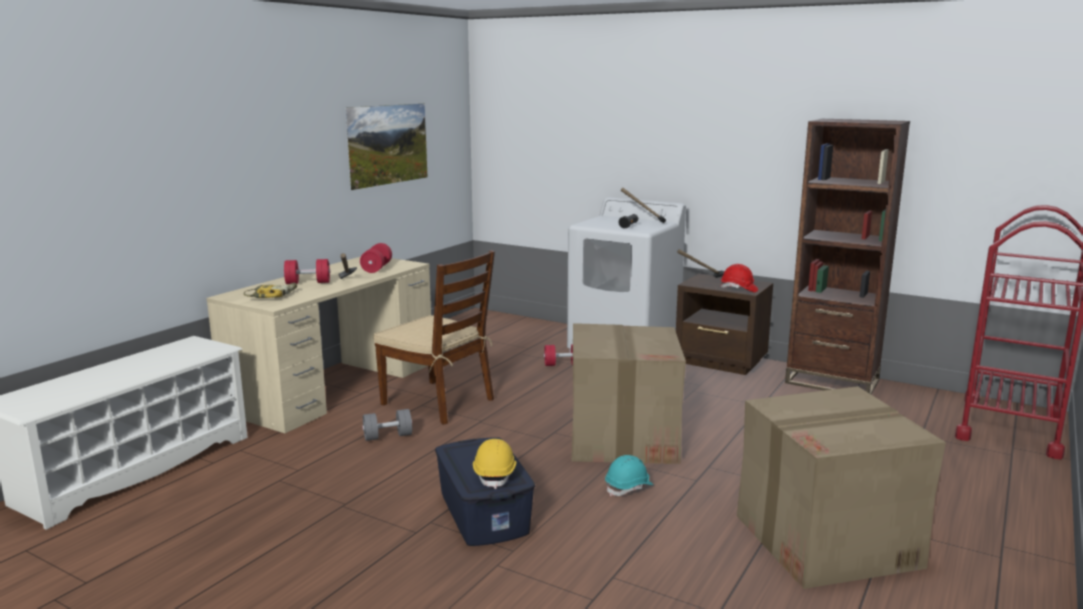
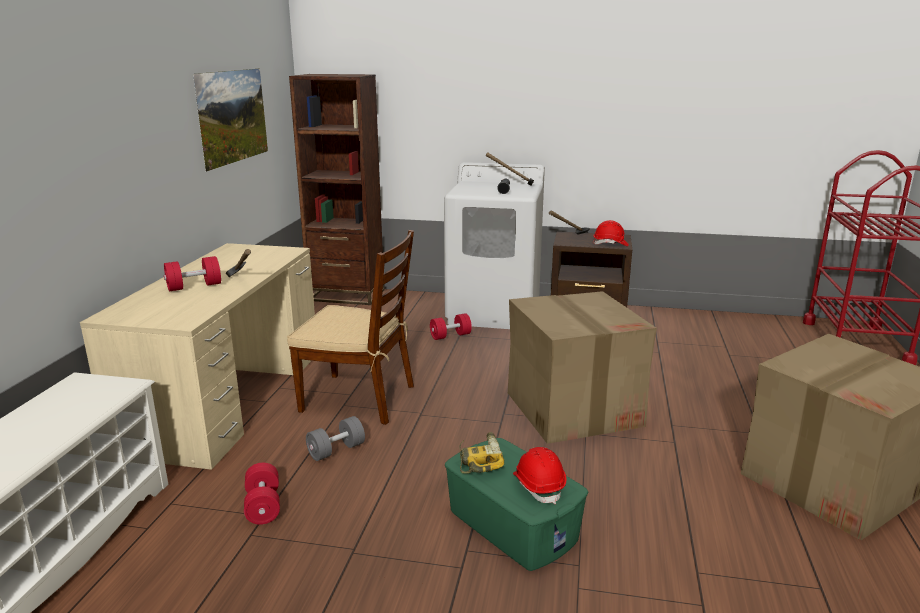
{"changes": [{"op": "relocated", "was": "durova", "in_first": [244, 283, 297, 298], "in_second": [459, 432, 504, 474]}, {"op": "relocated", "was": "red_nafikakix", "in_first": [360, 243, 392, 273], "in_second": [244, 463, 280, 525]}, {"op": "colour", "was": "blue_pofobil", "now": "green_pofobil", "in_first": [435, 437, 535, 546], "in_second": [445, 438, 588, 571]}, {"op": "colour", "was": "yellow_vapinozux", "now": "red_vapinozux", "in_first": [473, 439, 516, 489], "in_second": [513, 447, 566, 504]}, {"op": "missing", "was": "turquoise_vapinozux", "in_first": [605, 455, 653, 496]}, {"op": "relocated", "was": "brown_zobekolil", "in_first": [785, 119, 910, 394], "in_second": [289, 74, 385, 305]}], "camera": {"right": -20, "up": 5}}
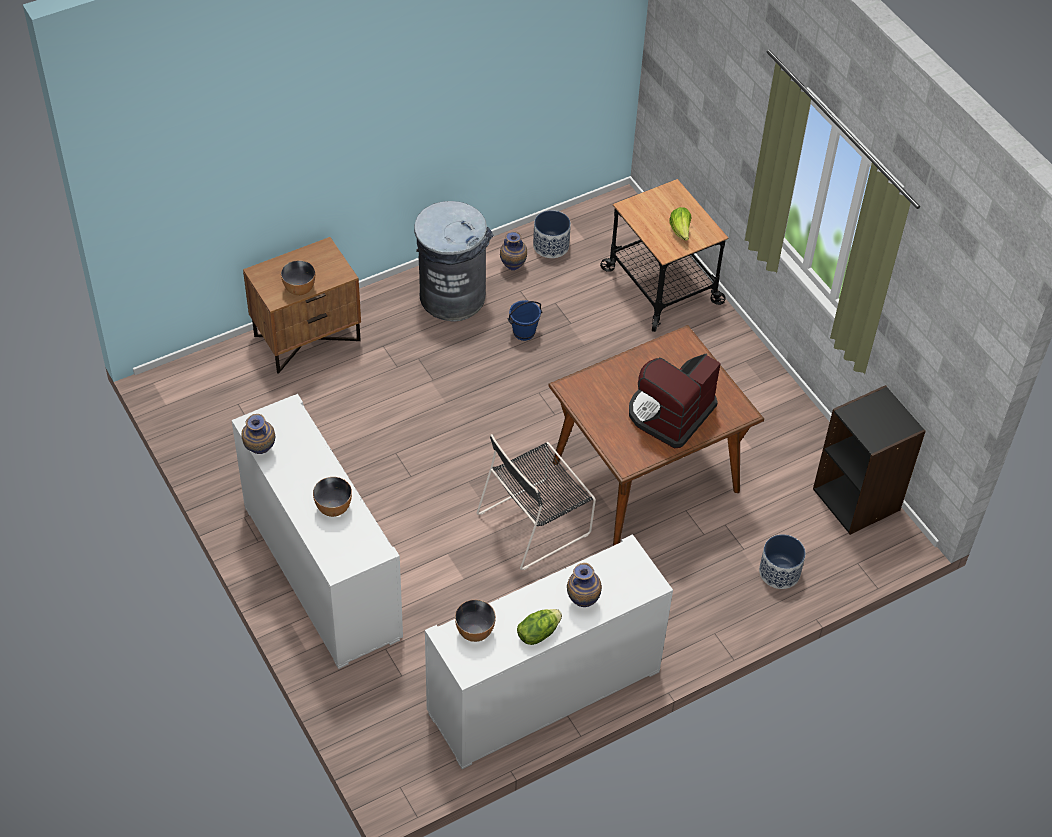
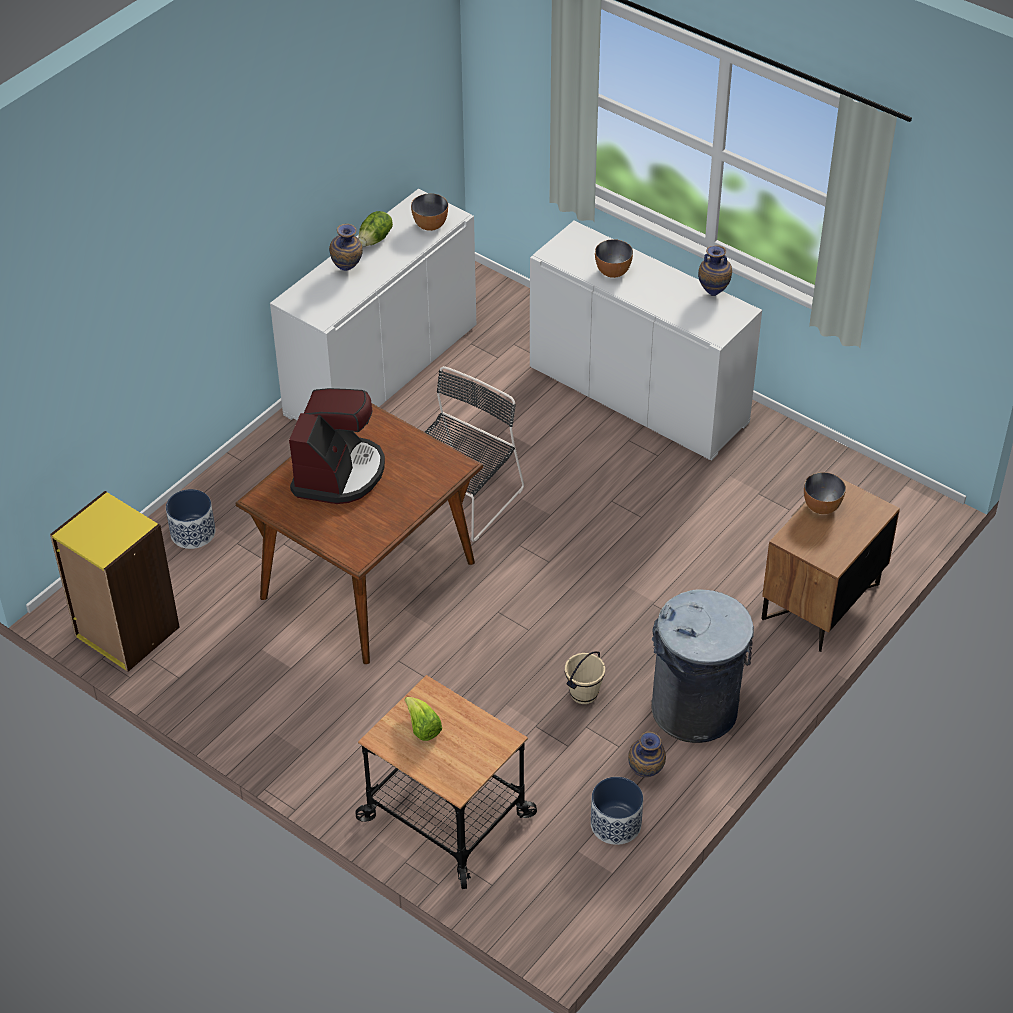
{"changes": [{"op": "colour", "was": "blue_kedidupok", "now": "beige_kedidupok", "in_first": [507, 300, 542, 341], "in_second": [565, 651, 605, 704]}, {"op": "colour", "was": "black_zobekolil", "now": "yellow_zobekolil", "in_first": [813, 385, 926, 535], "in_second": [50, 491, 179, 672]}], "camera": {"right": 160, "up": -5}}
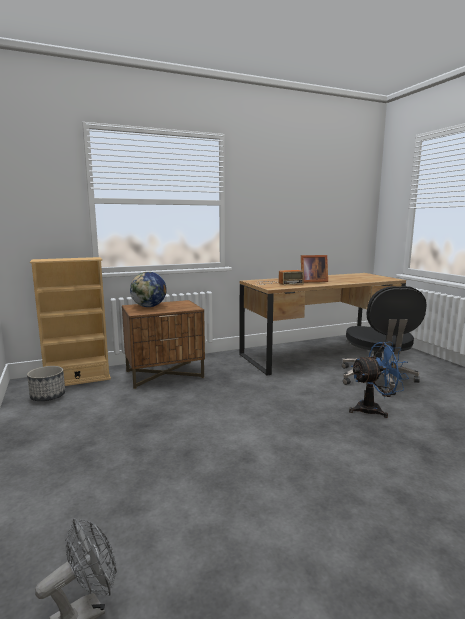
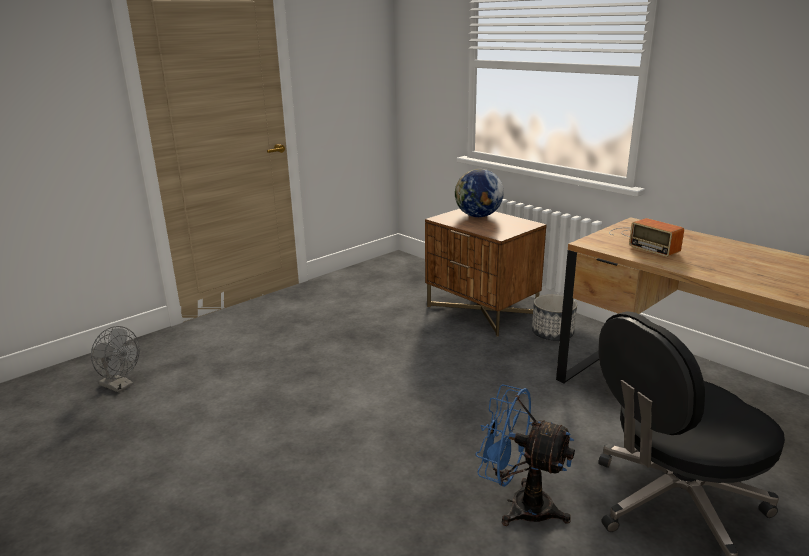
{"changes": [{"op": "relocated", "was": "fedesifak", "in_first": [27, 366, 65, 401], "in_second": [532, 294, 577, 341]}, {"op": "missing", "was": "beige_zobekolil", "in_first": [30, 257, 111, 386]}, {"op": "missing", "was": "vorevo", "in_first": [301, 255, 328, 282]}, {"op": "spun", "was": "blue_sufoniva", "in_first": [349, 342, 409, 418], "in_second": [475, 384, 575, 526], "clockwise": 150}], "camera": {"right": 70, "up": 10}}
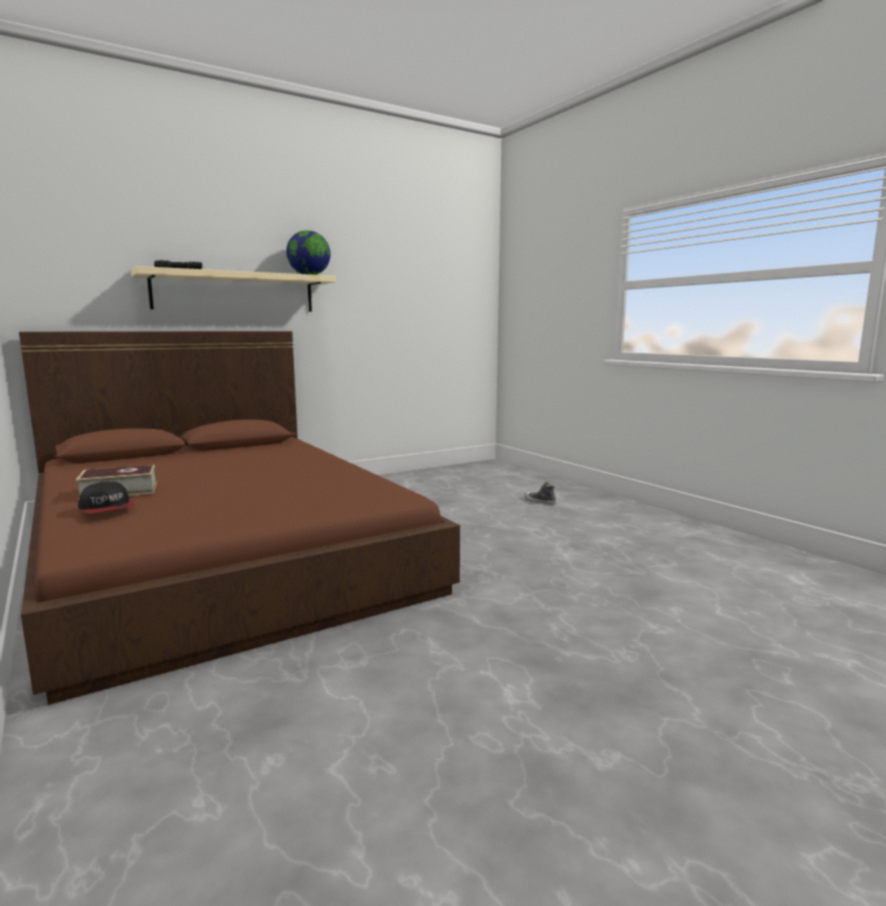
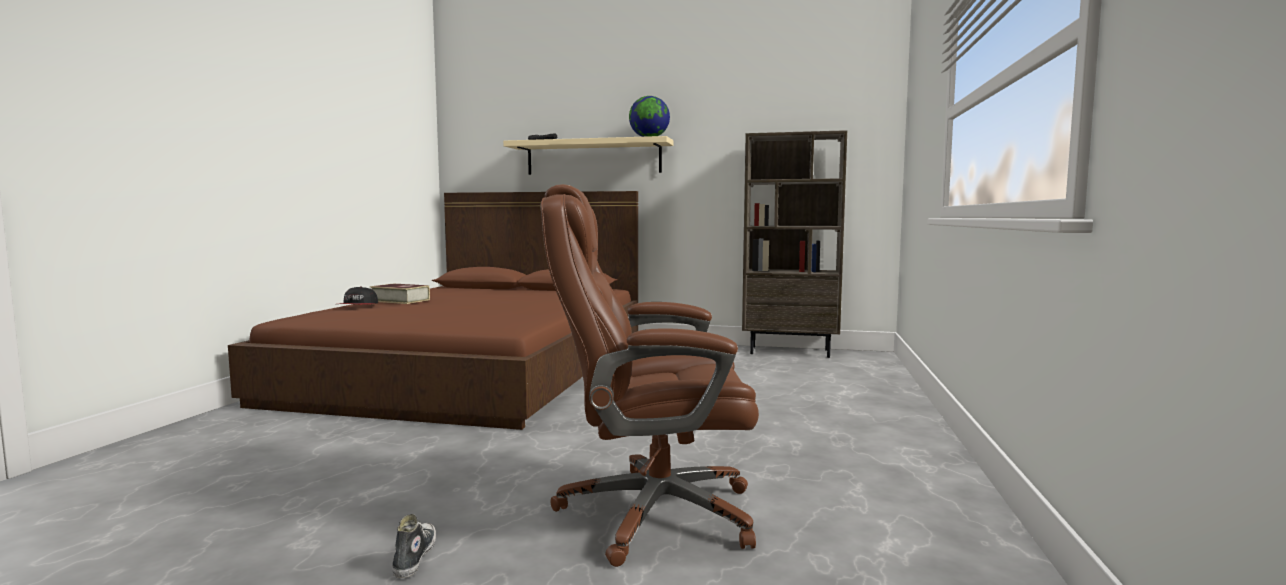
{"changes": [{"op": "relocated", "was": "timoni", "in_first": [524, 482, 556, 504], "in_second": [392, 514, 436, 578]}, {"op": "appeared", "now": "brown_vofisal", "in_second": [541, 184, 759, 567]}, {"op": "appeared", "now": "brown_zobekolil", "in_second": [742, 130, 847, 358]}], "camera": {"right": 45, "up": -5}}
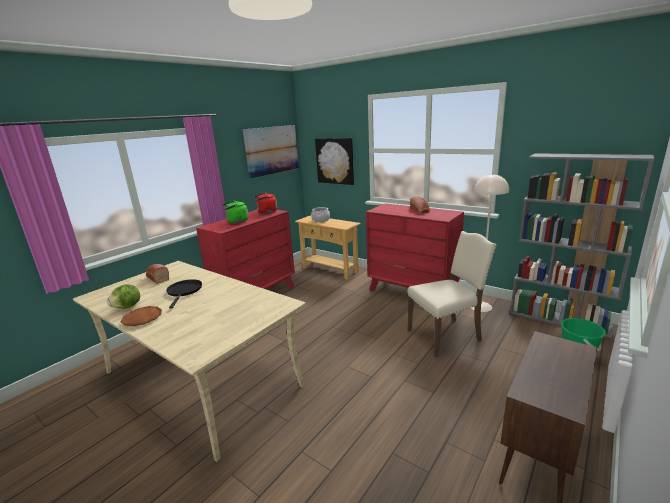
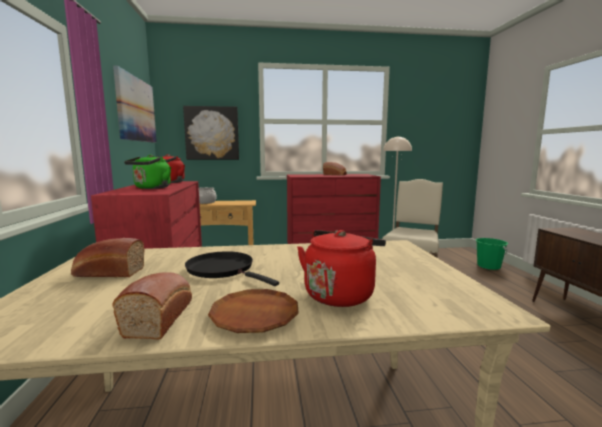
{"changes": [{"op": "exchanged", "was": "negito", "now": "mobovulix", "in_first": [107, 284, 140, 309], "in_second": [113, 272, 192, 340]}, {"op": "missing", "was": "grey_zobekolil", "in_first": [510, 153, 654, 339]}, {"op": "appeared", "now": "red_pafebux", "in_second": [297, 230, 386, 307]}], "camera": {"right": -45, "up": -10}}
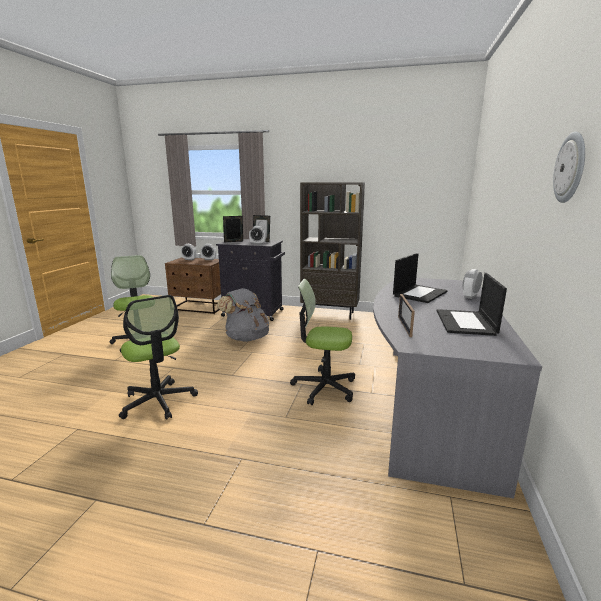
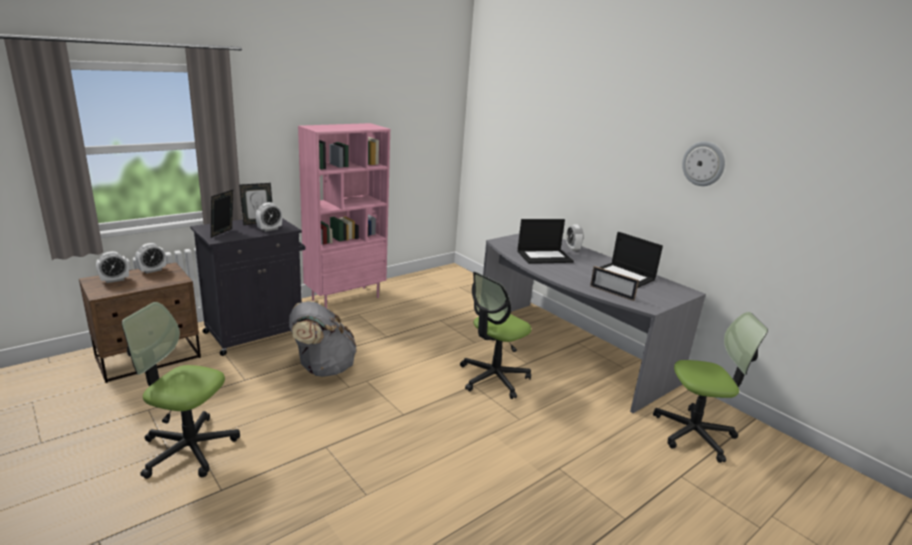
{"changes": [{"op": "relocated", "was": "vofisal", "in_first": [119, 295, 198, 420], "in_second": [653, 312, 768, 463]}, {"op": "colour", "was": "brown_zobekolil", "now": "pink_zobekolil", "in_first": [300, 182, 365, 320], "in_second": [298, 123, 390, 308]}, {"op": "spun", "was": "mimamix", "in_first": [393, 253, 448, 303], "in_second": [518, 219, 574, 264], "clockwise": 90}], "camera": {"right": -55, "up": 5}}
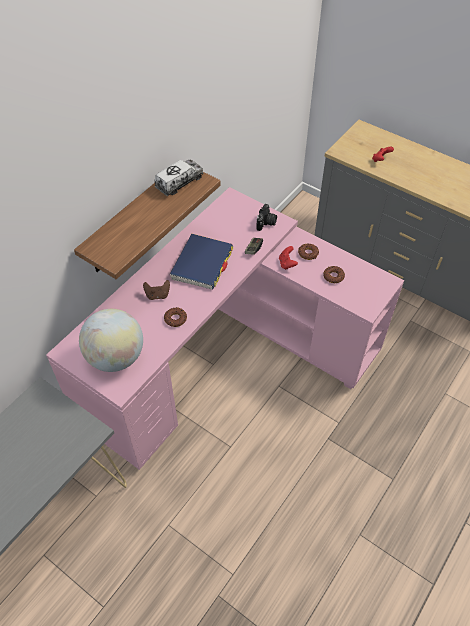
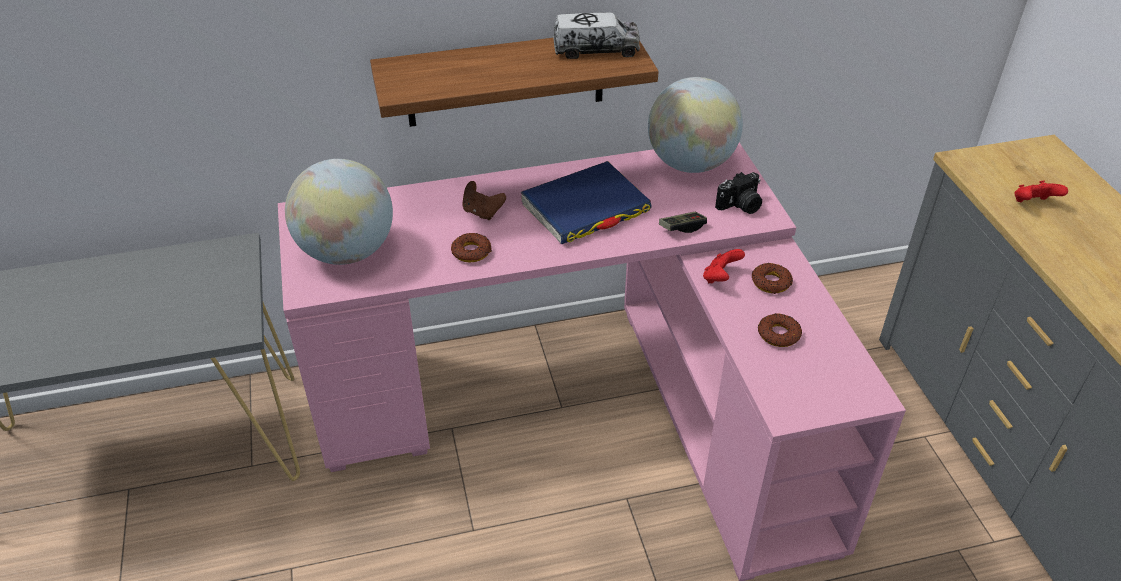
{"changes": [{"op": "appeared", "now": "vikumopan", "in_second": [648, 77, 743, 173]}], "camera": {"right": 40, "up": -10}}
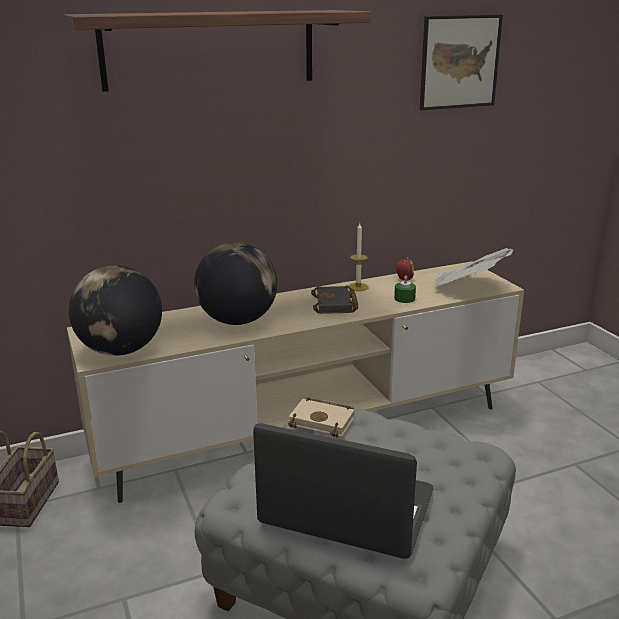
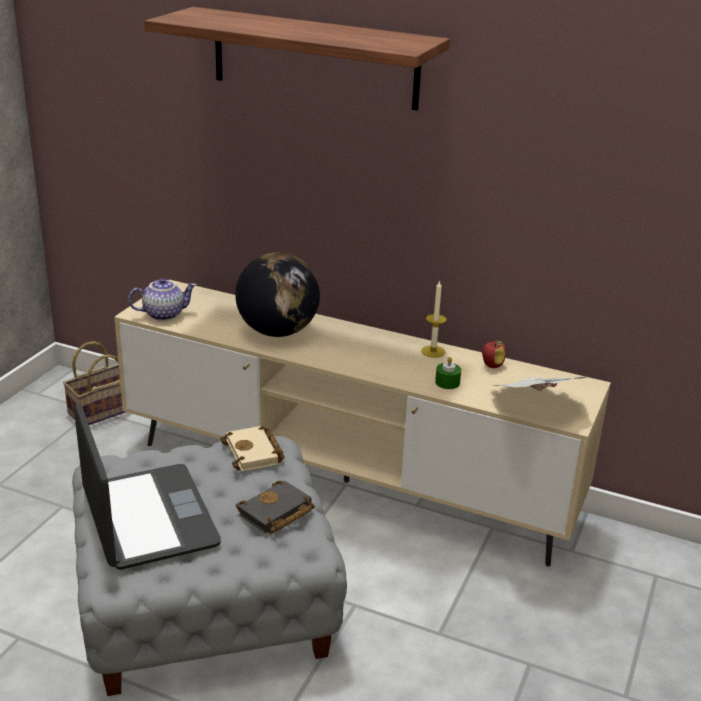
{"changes": [{"op": "exchanged", "was": "vikumopan", "now": "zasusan", "in_first": [69, 265, 162, 356], "in_second": [128, 278, 197, 321]}, {"op": "relocated", "was": "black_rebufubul", "in_first": [311, 285, 359, 314], "in_second": [236, 480, 315, 534]}, {"op": "missing", "was": "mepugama", "in_first": [420, 15, 503, 110]}], "camera": {"right": 45, "up": 5}}
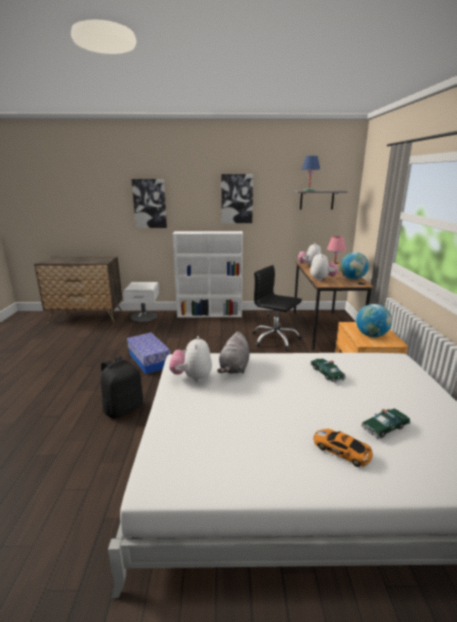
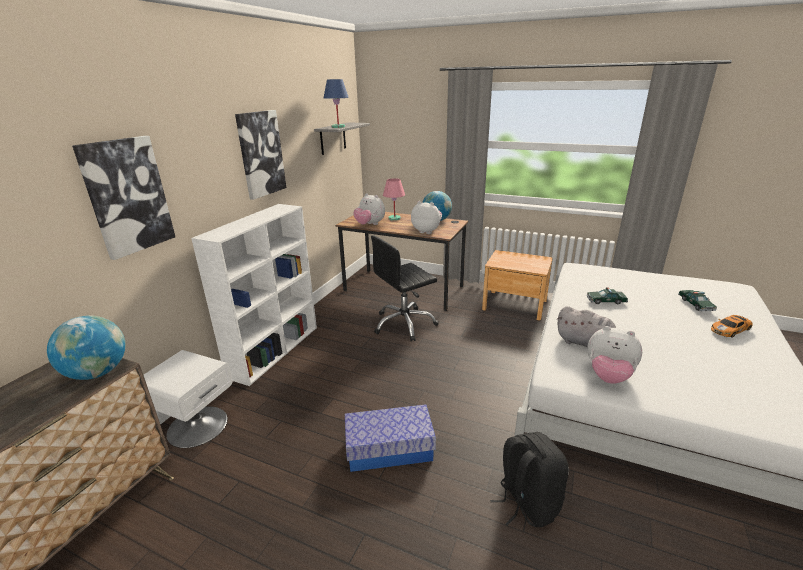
{"changes": [{"op": "relocated", "was": "vikumopan", "in_first": [356, 304, 392, 337], "in_second": [47, 315, 126, 380]}], "camera": {"right": -65, "up": 5}}
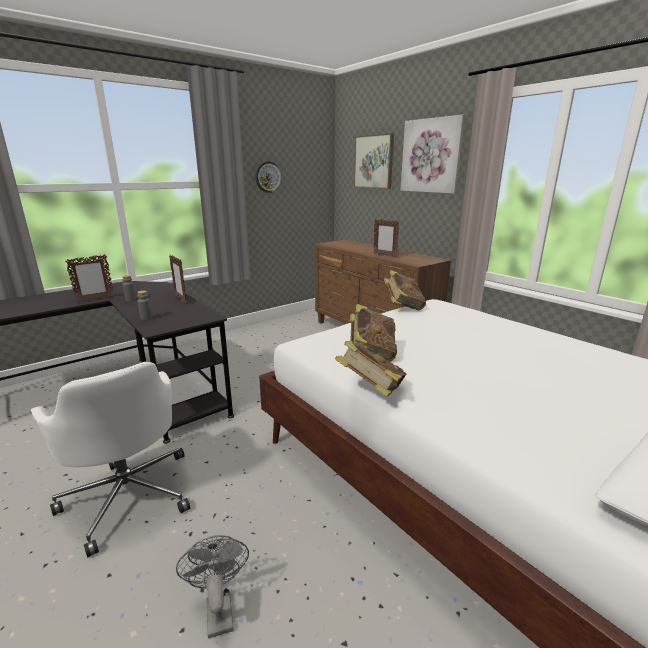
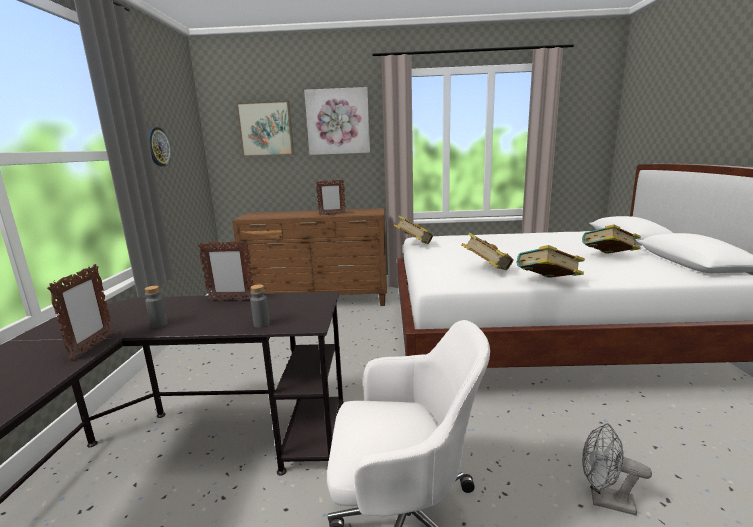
{"changes": [{"op": "appeared", "now": "rebufubul", "in_second": [582, 224, 641, 254]}], "camera": {"right": -50, "up": -5}}
